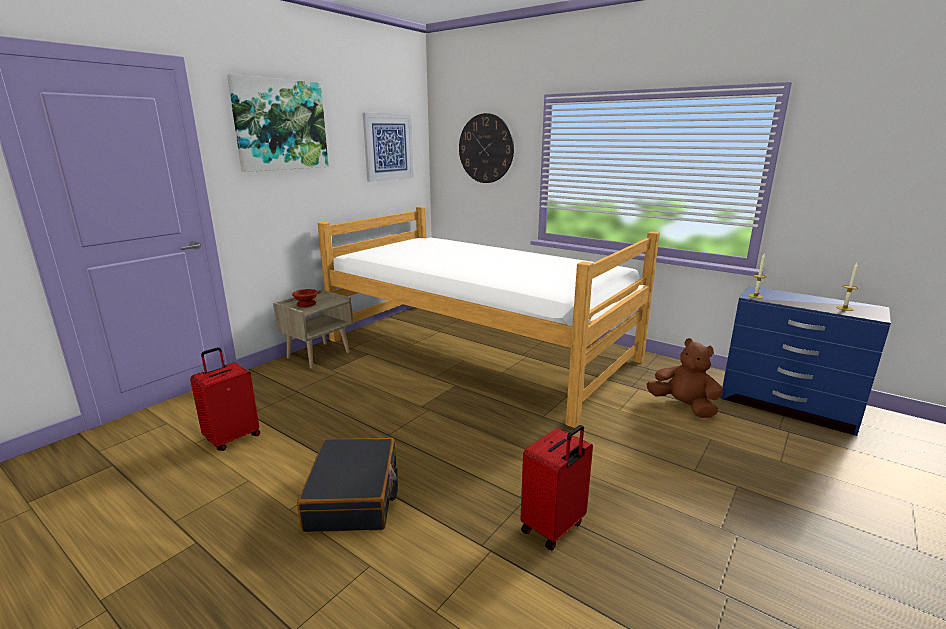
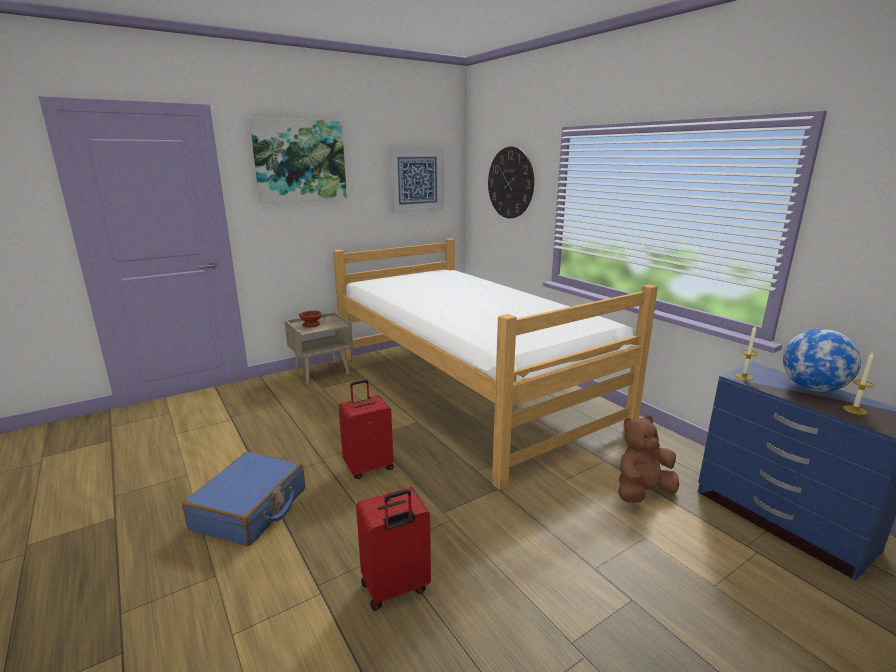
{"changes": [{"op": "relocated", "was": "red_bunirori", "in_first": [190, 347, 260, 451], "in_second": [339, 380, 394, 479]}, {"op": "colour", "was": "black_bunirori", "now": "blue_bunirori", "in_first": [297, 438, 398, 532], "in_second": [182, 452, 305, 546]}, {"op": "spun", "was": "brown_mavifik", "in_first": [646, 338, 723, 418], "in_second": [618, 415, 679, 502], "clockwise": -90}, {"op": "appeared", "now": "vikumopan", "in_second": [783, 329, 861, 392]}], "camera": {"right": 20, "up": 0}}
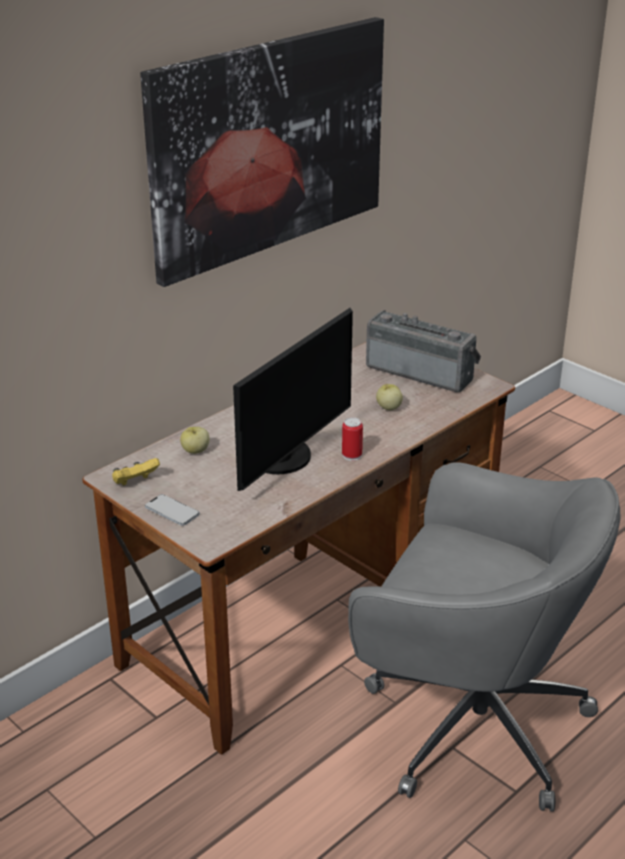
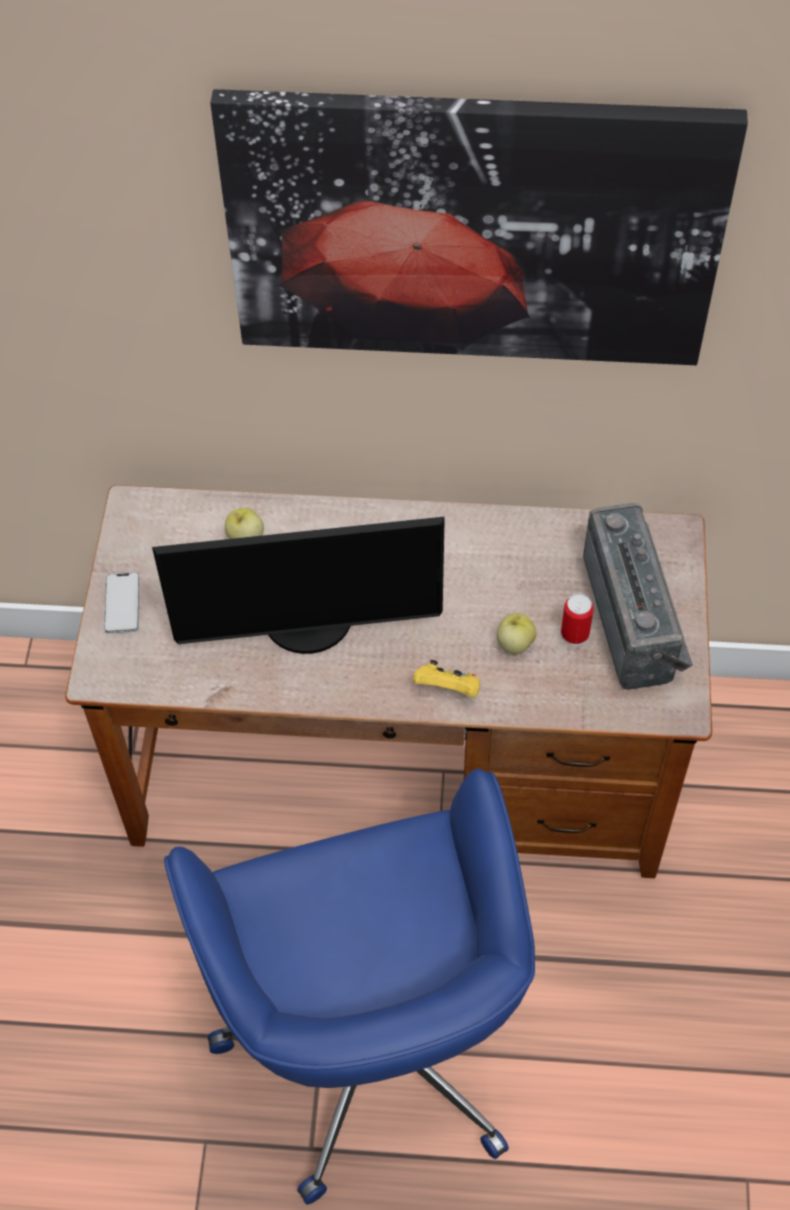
{"changes": [{"op": "relocated", "was": "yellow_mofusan", "in_first": [112, 458, 160, 486], "in_second": [413, 660, 480, 697]}, {"op": "relocated", "was": "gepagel", "in_first": [342, 417, 363, 461], "in_second": [561, 594, 594, 646]}, {"op": "colour", "was": "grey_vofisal", "now": "blue_vofisal", "in_first": [348, 462, 620, 812], "in_second": [164, 768, 535, 1205]}], "camera": {"right": 50, "up": 25}}
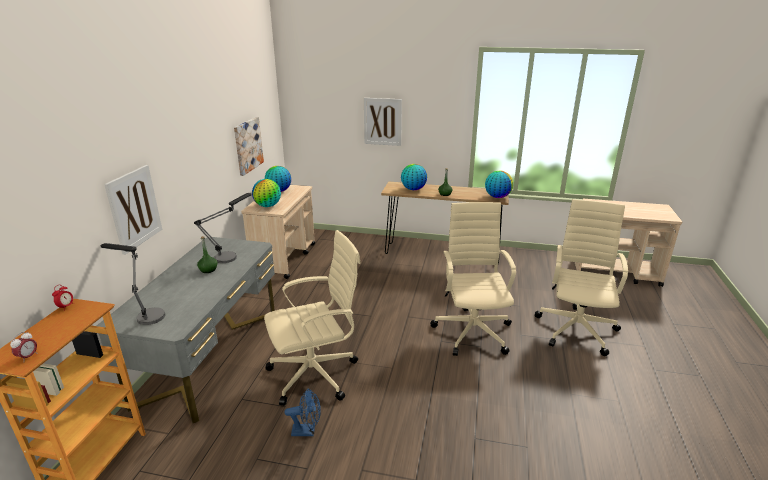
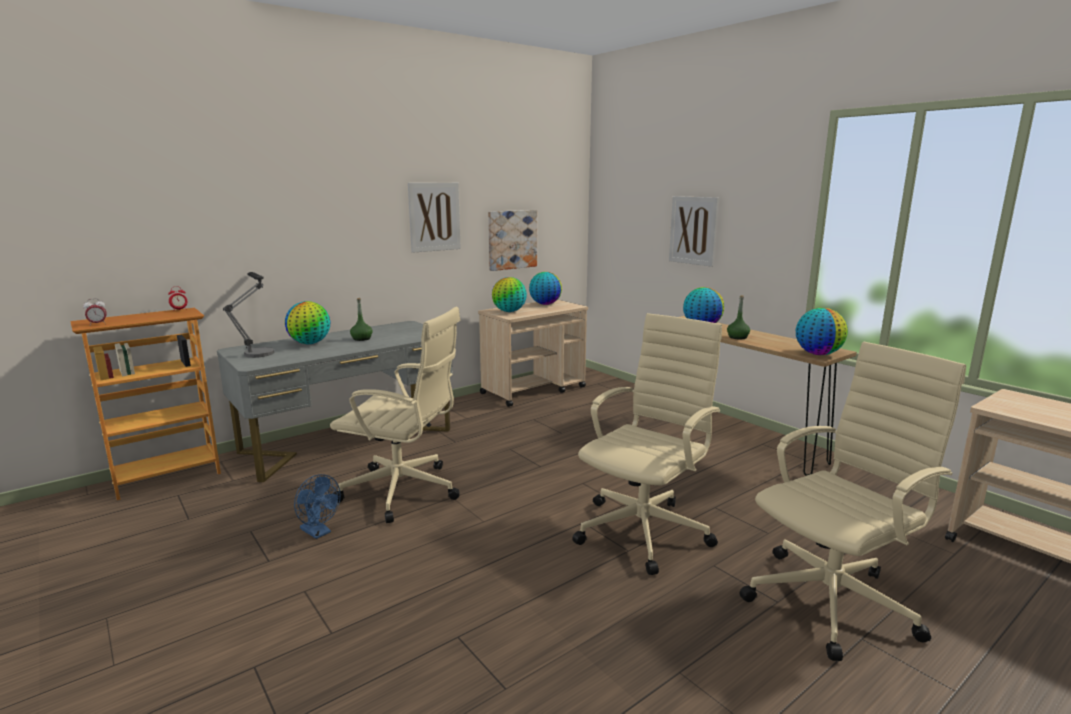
{"changes": [{"op": "relocated", "was": "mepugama", "in_first": [104, 165, 162, 255], "in_second": [408, 183, 461, 253]}, {"op": "missing", "was": "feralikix", "in_first": [194, 193, 252, 263]}, {"op": "appeared", "now": "vikumopan", "in_second": [285, 301, 330, 344]}], "camera": {"right": 40, "up": -10}}
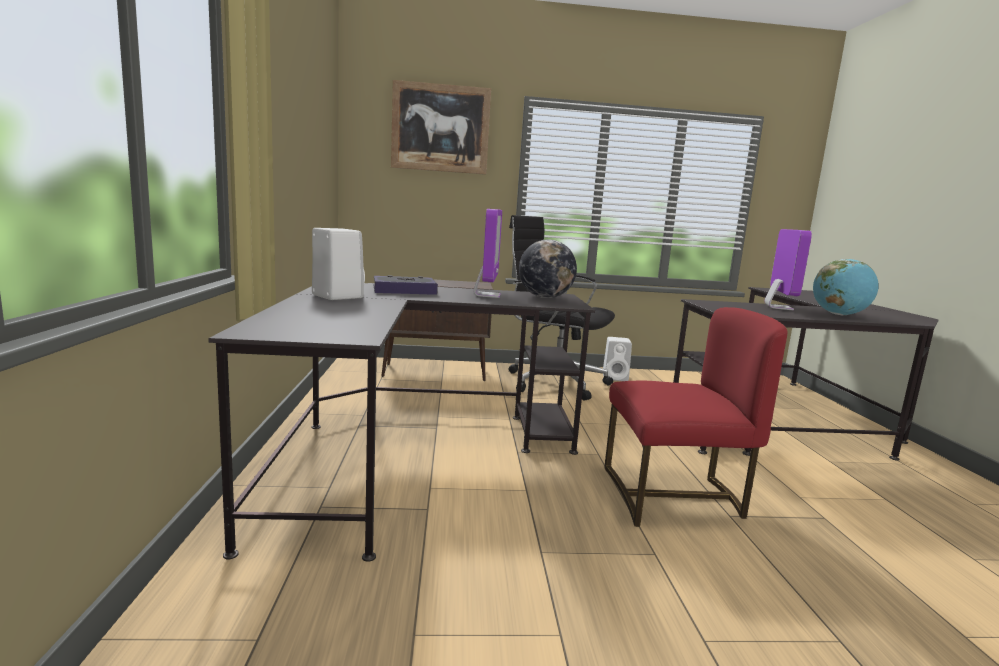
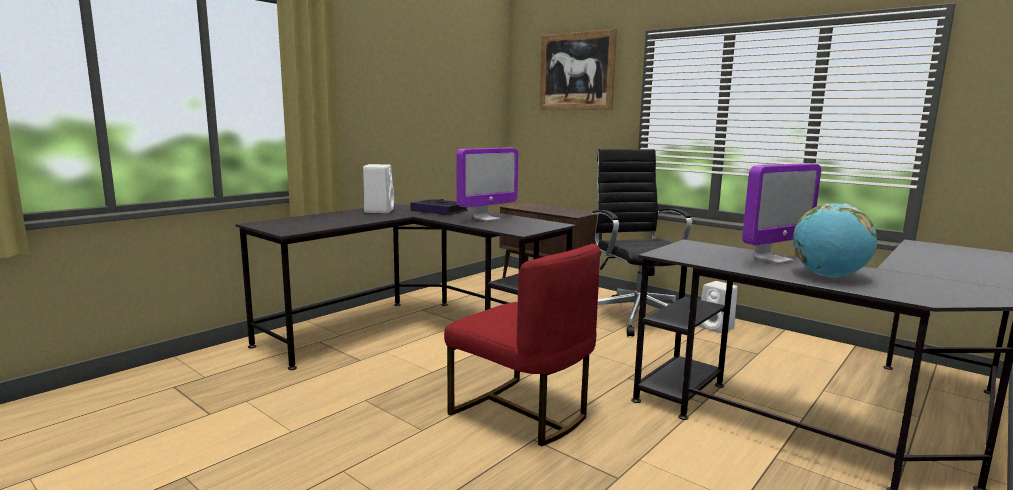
{"changes": [{"op": "missing", "was": "vikumopan", "in_first": [519, 239, 577, 298]}], "camera": {"right": 45, "up": 0}}
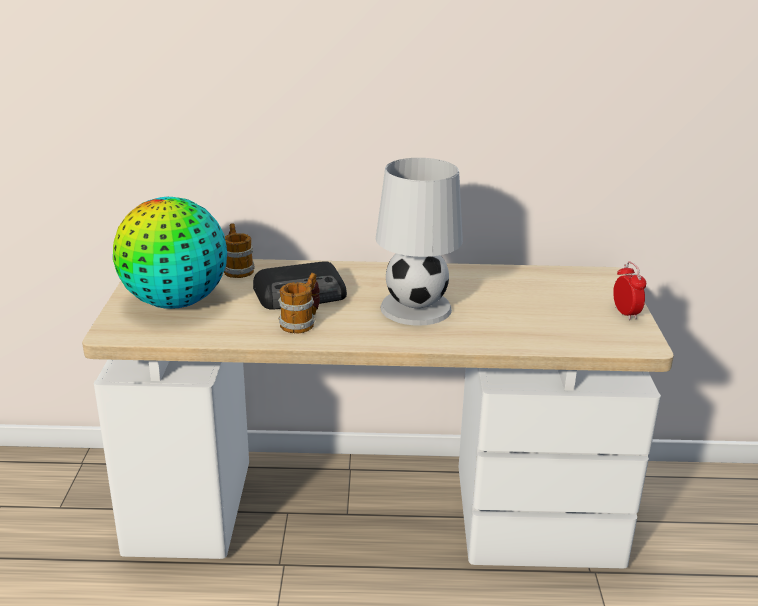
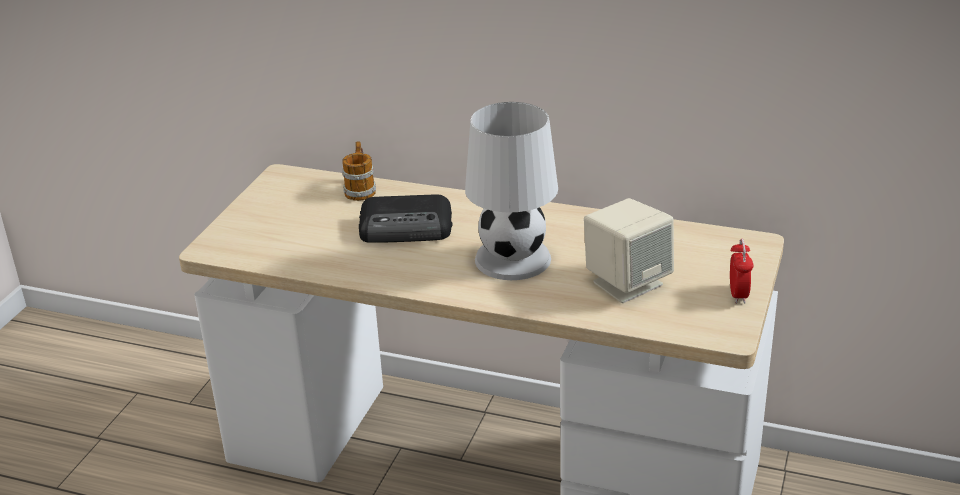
{"changes": [{"op": "missing", "was": "vikumopan", "in_first": [113, 197, 227, 309]}, {"op": "missing", "was": "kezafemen", "in_first": [278, 273, 320, 333]}, {"op": "appeared", "now": "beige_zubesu", "in_second": [584, 198, 674, 303]}], "camera": {"right": 20, "up": 5}}
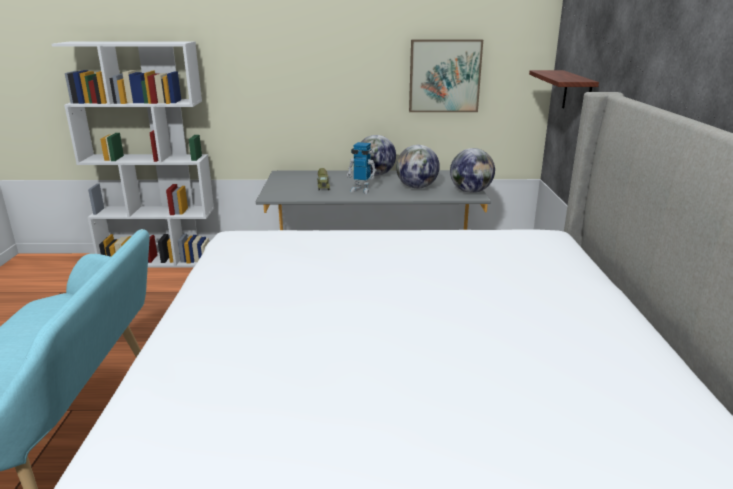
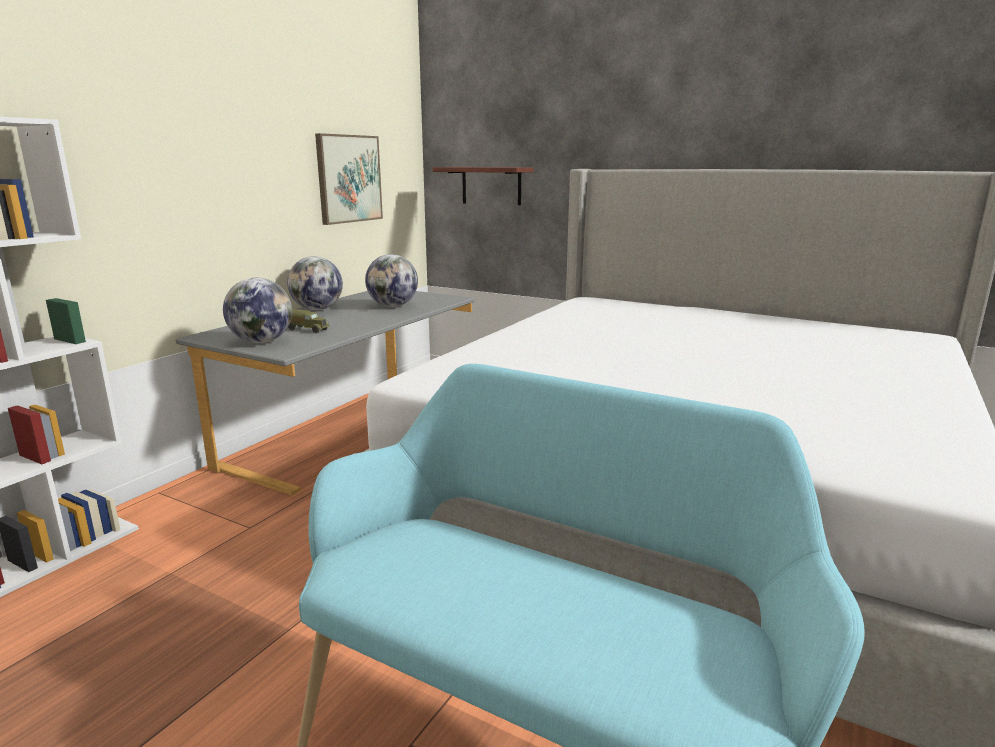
{"changes": [{"op": "missing", "was": "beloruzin", "in_first": [346, 142, 376, 194]}, {"op": "relocated", "was": "vikumopan", "in_first": [450, 148, 495, 193], "in_second": [223, 278, 292, 343]}], "camera": {"right": -60, "up": -5}}
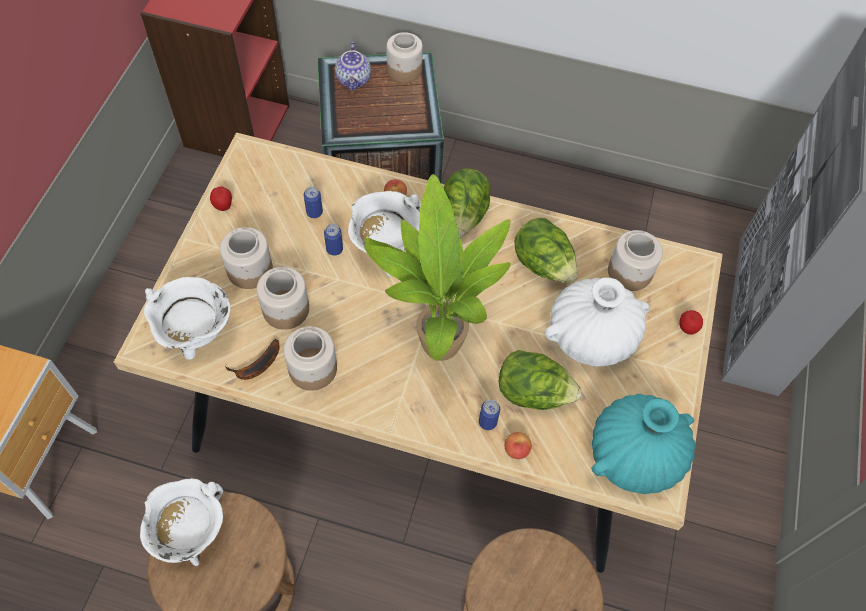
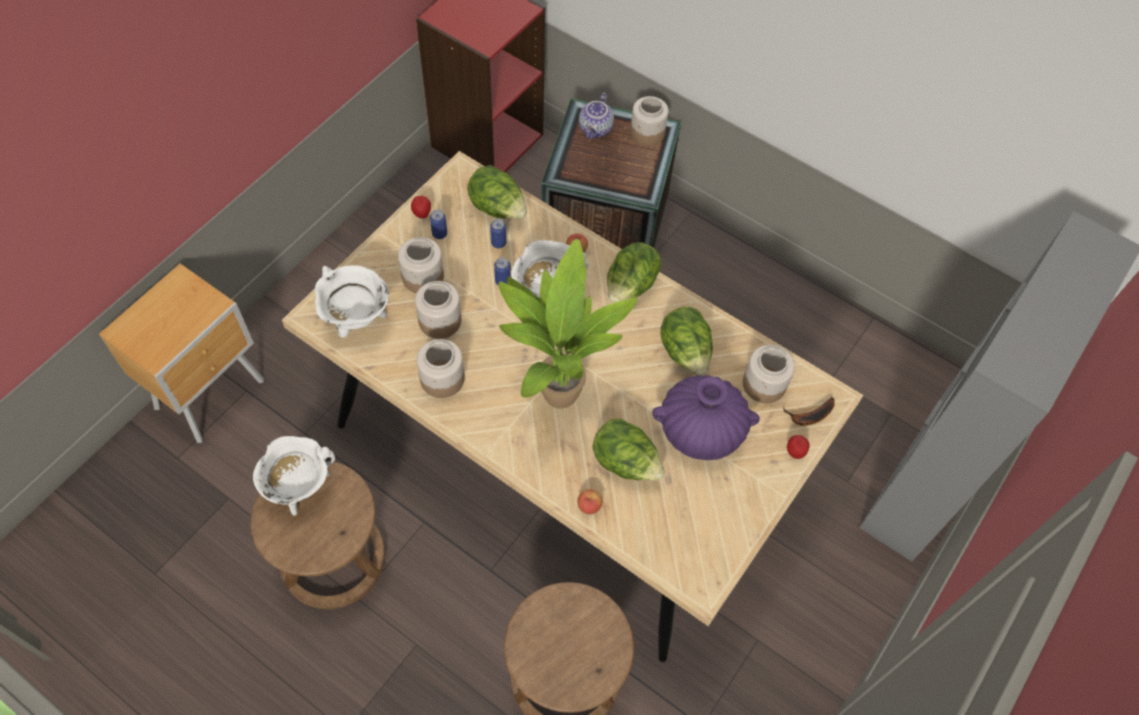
{"changes": [{"op": "relocated", "was": "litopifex", "in_first": [225, 339, 280, 380], "in_second": [783, 397, 835, 425]}, {"op": "relocated", "was": "gepagel", "in_first": [479, 400, 500, 430], "in_second": [430, 209, 447, 239]}, {"op": "colour", "was": "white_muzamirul", "now": "purple_muzamirul", "in_first": [545, 277, 650, 367], "in_second": [652, 375, 760, 460]}, {"op": "missing", "was": "turquoise_muzamirul", "in_first": [591, 394, 696, 494]}, {"op": "appeared", "now": "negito", "in_second": [467, 165, 527, 219]}], "camera": {"right": 20, "up": 0}}
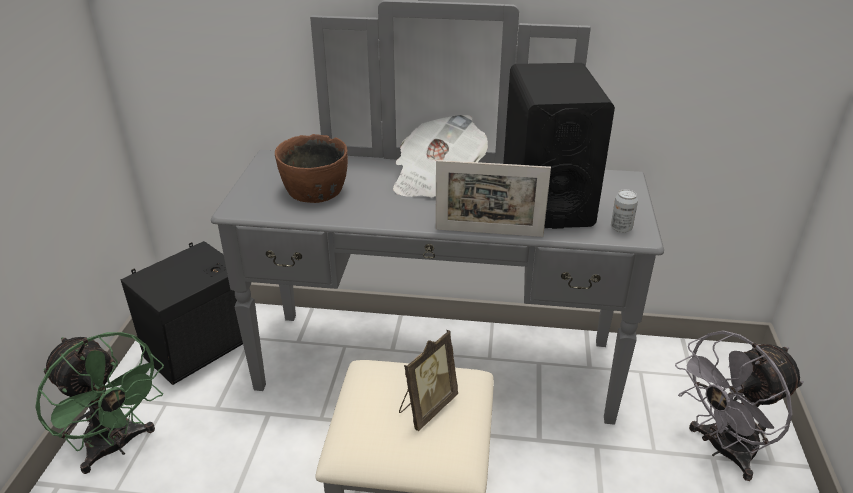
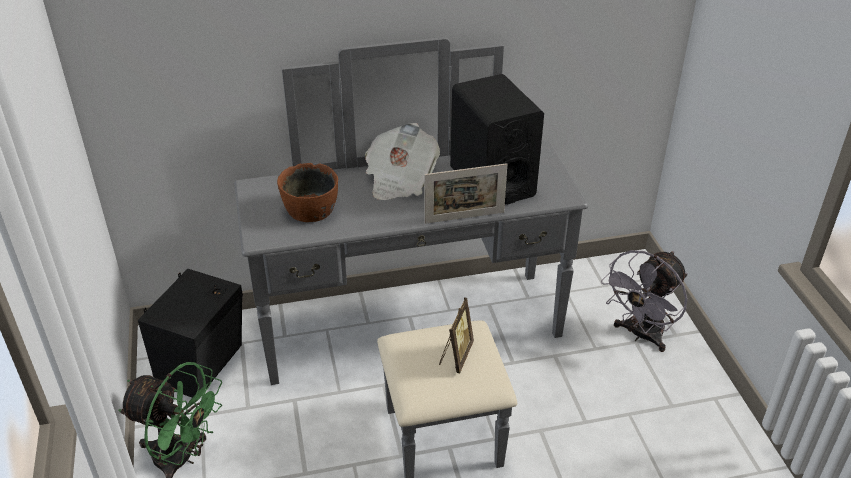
{"changes": [{"op": "missing", "was": "gepagel", "in_first": [611, 189, 638, 233]}], "camera": {"right": -20, "up": 5}}
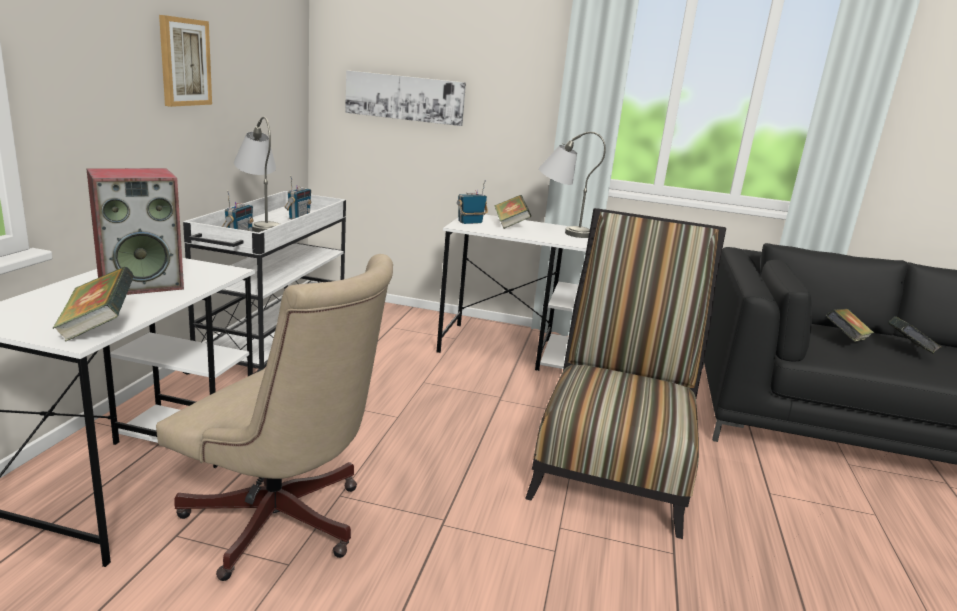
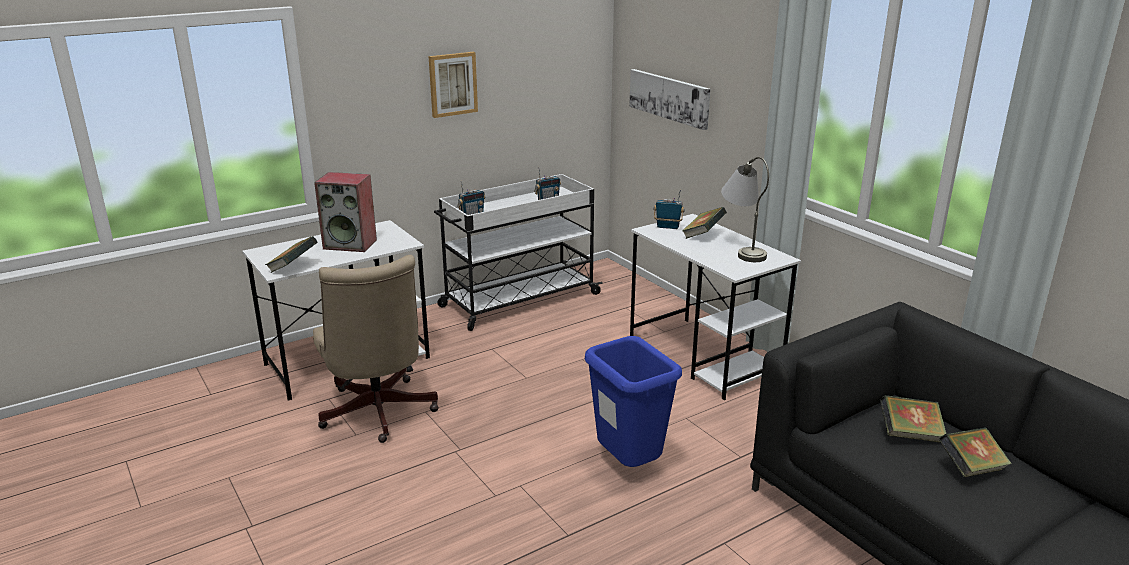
{"changes": [{"op": "missing", "was": "grey_feralikix", "in_first": [234, 117, 280, 232]}, {"op": "exchanged", "was": "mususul", "now": "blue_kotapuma", "in_first": [525, 208, 726, 539], "in_second": [585, 336, 682, 467]}], "camera": {"right": 45, "up": 5}}
